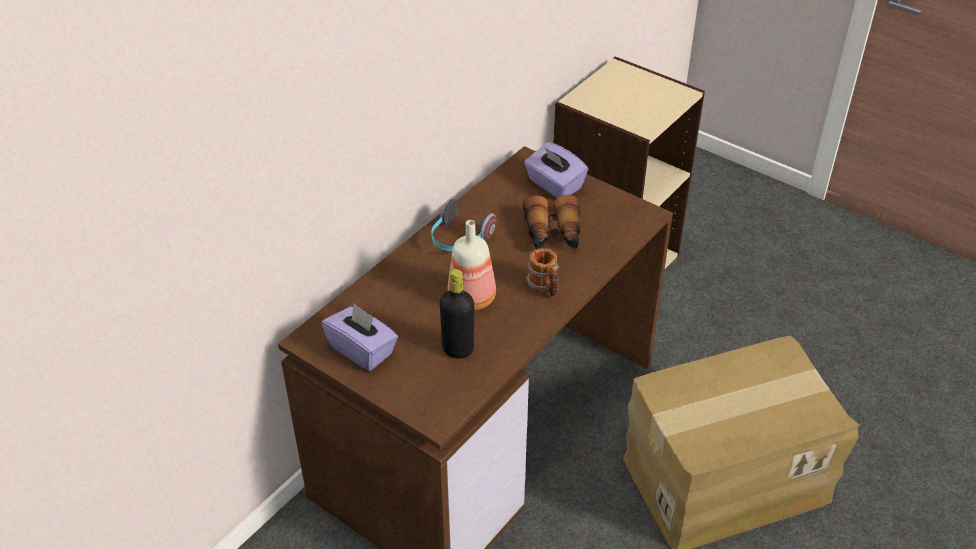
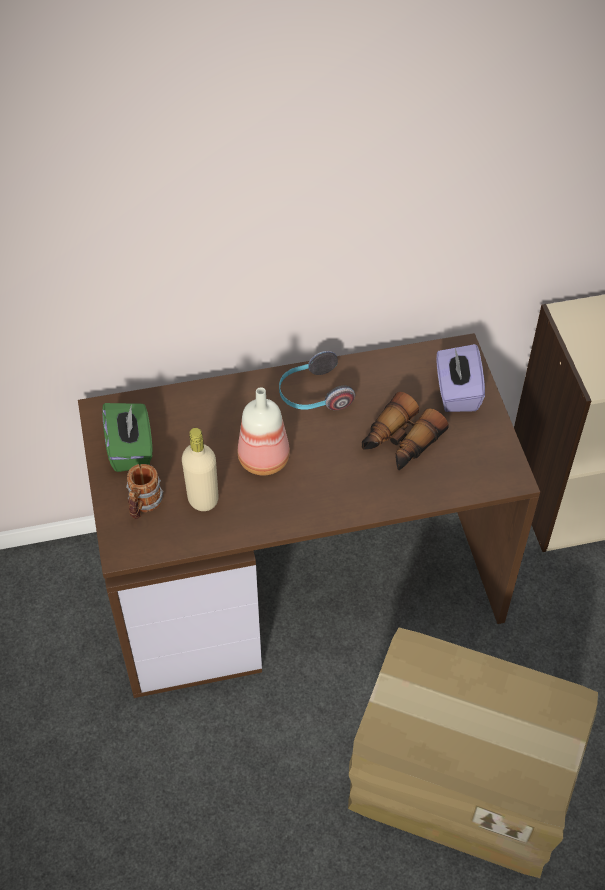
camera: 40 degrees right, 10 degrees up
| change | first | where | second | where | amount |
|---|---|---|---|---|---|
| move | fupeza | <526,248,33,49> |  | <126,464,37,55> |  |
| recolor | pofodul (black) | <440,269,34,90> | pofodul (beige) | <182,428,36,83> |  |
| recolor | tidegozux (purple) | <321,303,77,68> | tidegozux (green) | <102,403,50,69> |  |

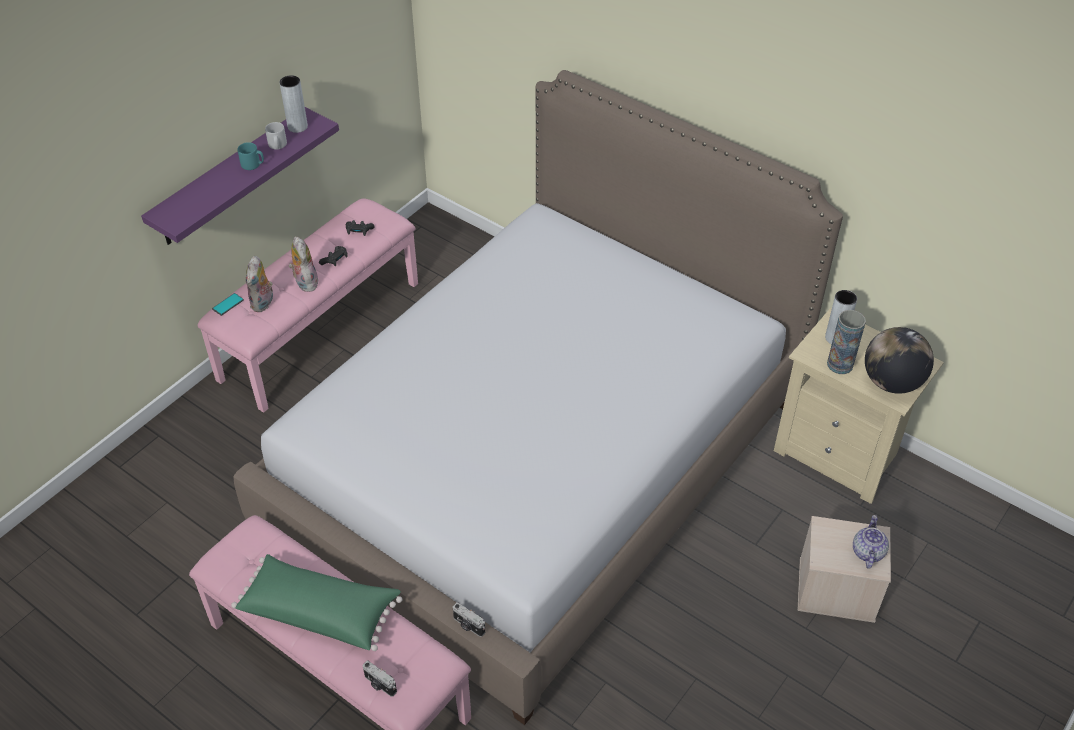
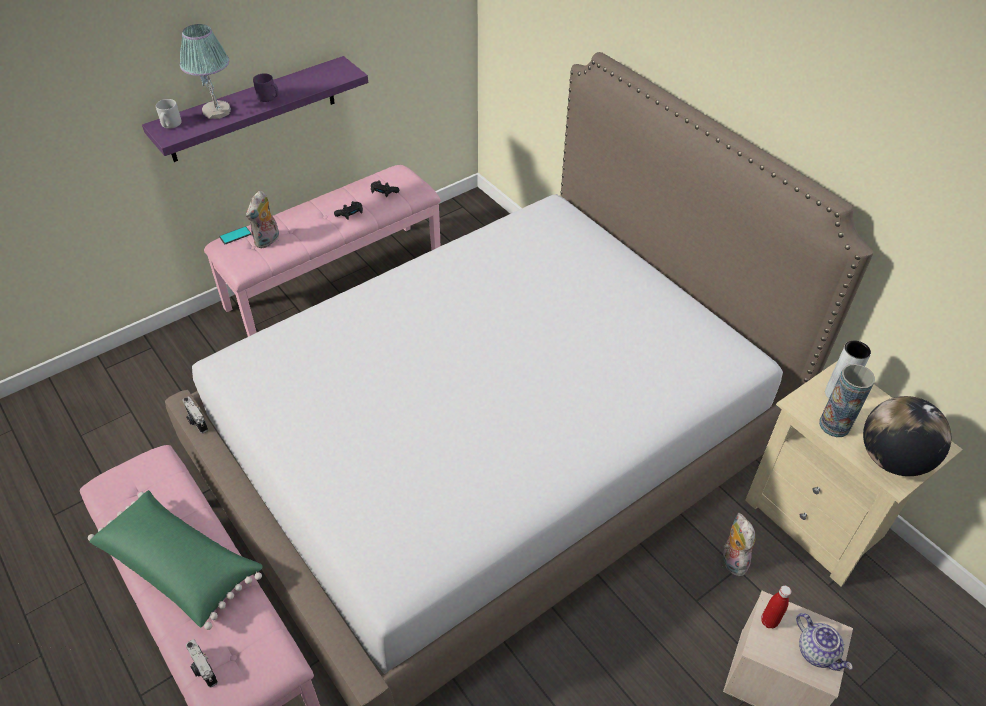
camera: 15 degrees right, 0 degrees up
| change | first | where | second | where | amount |
|---|---|---|---|---|---|
| delete | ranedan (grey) | <280,75,28,58> |  |  |  |
| move | fupeza (grey) | <265,122,22,27> |  | <156,99,26,29> |  |
| recolor | fupeza (turquoise) | <237,142,27,28> | fupeza (purple) | <253,73,26,29> |  |
| move | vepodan | <289,236,29,56> |  | <723,513,33,63> |  |
| rotate | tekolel | <853,515,36,54> |  | <796,613,57,58> | 120 degrees clockwise |
| move | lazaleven | <453,602,32,35> |  | <182,396,26,37> |  |
| insert |  |  | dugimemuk | <180,24,51,95> |  |
| insert |  |  | pofodul (red) | <761,586,30,43> |  |

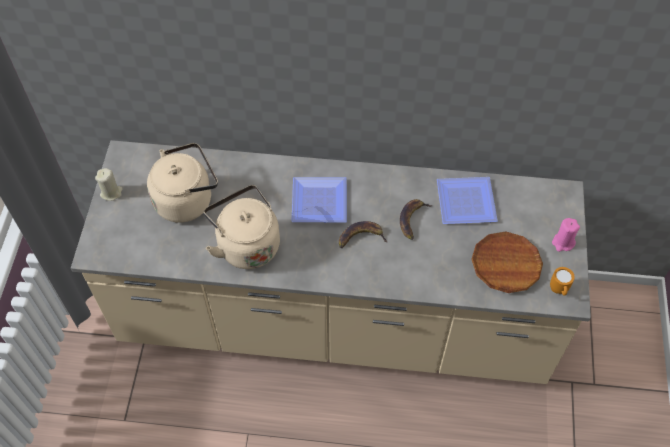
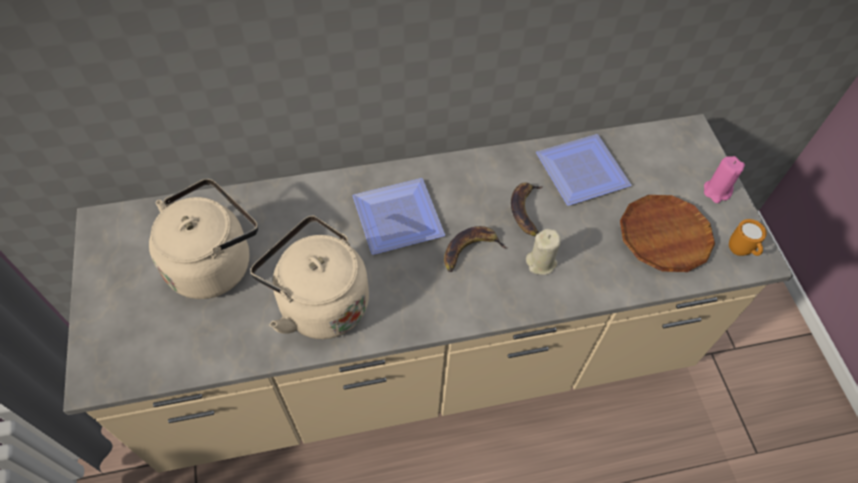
camera: 20 degrees left, 0 degrees up
| change | first | where | second | where | amount |
|---|---|---|---|---|---|
| move | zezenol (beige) | <95,168,28,33> |  | <526,229,35,46> |  |

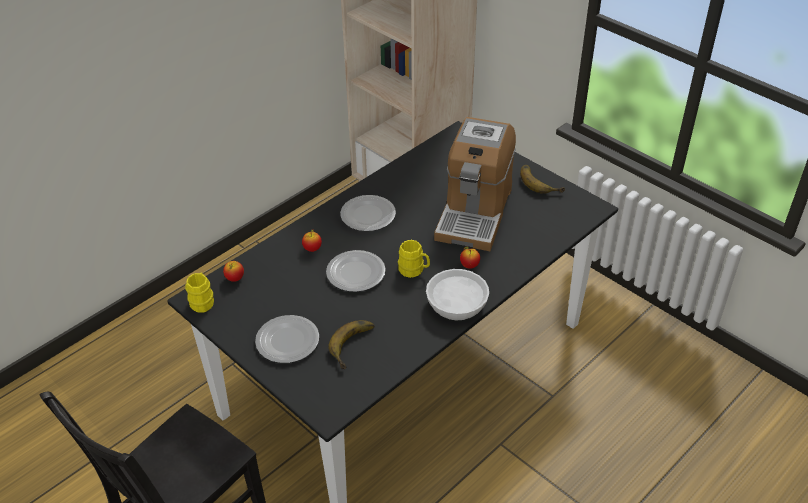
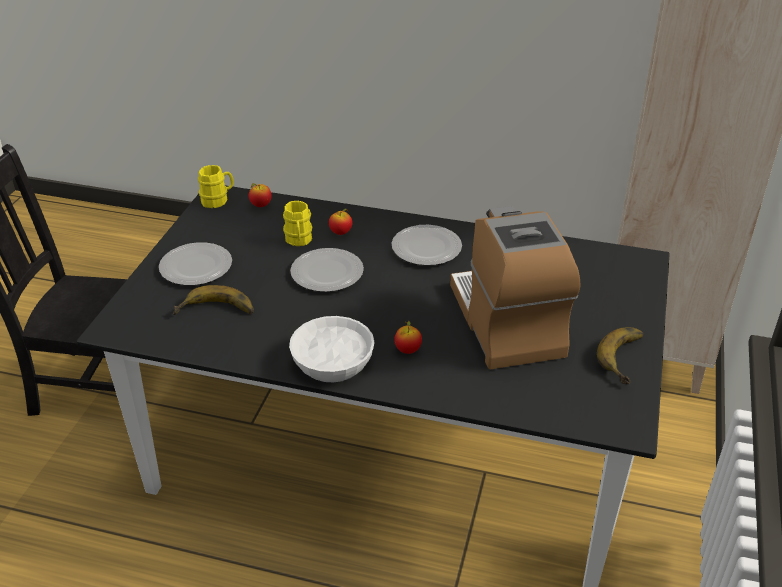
camera: 60 degrees right, 5 degrees down
| change | first | where | second | where | amount |
|---|---|---|---|---|---|
| rotate | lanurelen | <434,117,82,134> |  | <450,206,131,163> | 90 degrees clockwise |
| move | fupeza (yellow) | <398,240,32,38> |  | <283,201,29,45> |  |

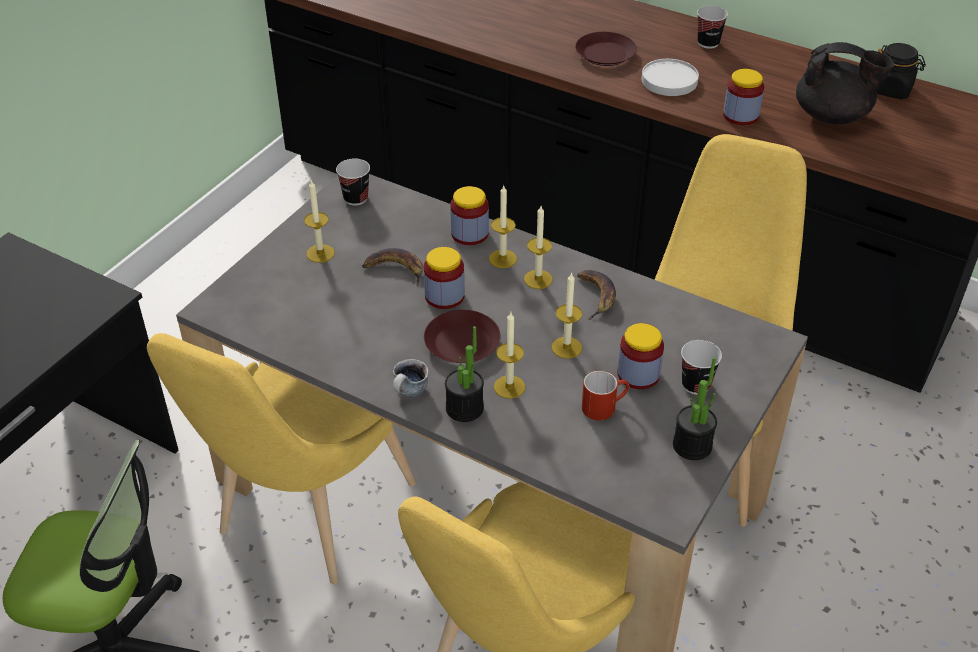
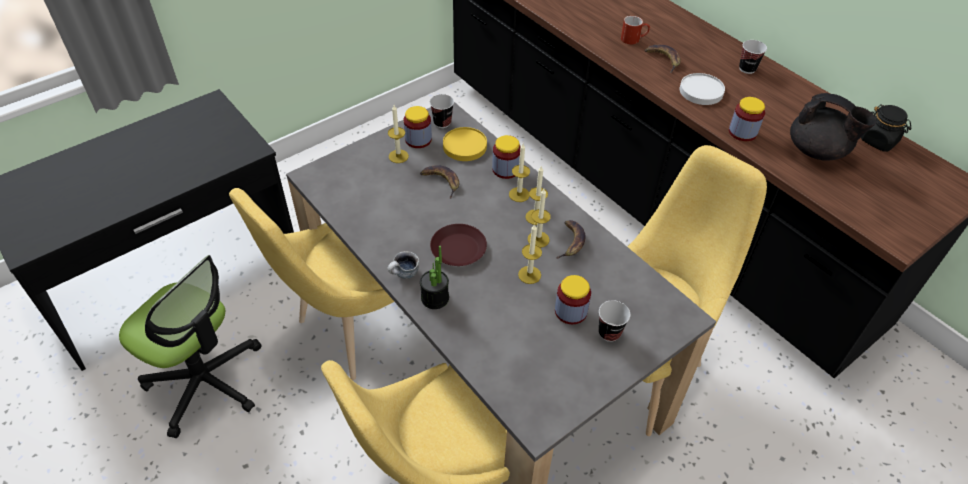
camera: 20 degrees right, 5 degrees up
| change | first | where | second | where | amount |
|---|---|---|---|---|---|
| replace | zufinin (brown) | <575,32,62,34> | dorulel | <645,45,36,28> |  |
| move | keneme | <424,247,41,62> |  | <404,106,28,42> |  |
| move | zezenol | <494,312,31,87> |  | <528,189,23,59> |  |
| delete | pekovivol | <673,357,44,103> |  |  |  |
| move | fupeza (red) | <582,371,48,49> |  | <621,16,29,28> |  |
| insert |  |  | zufinin (yellow) | <443,127,44,34> |  |

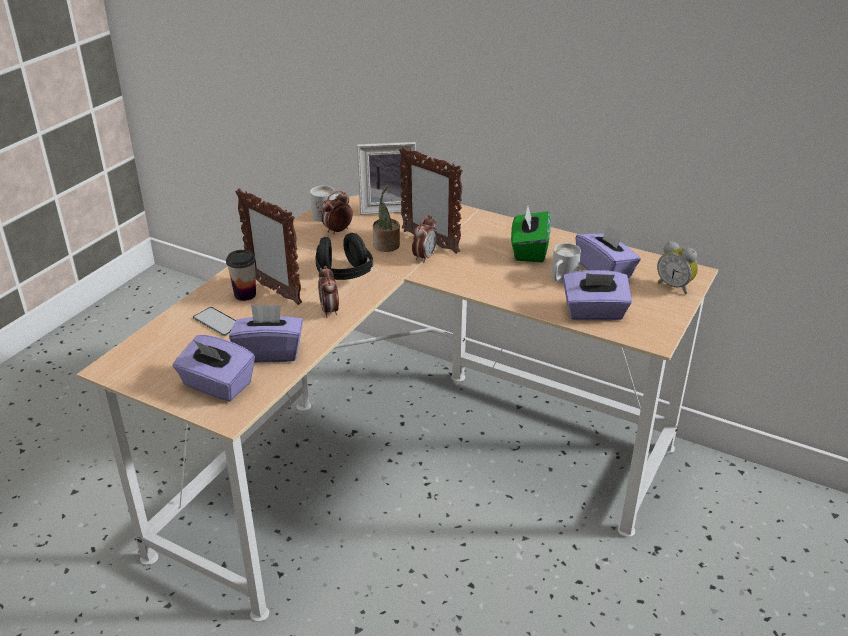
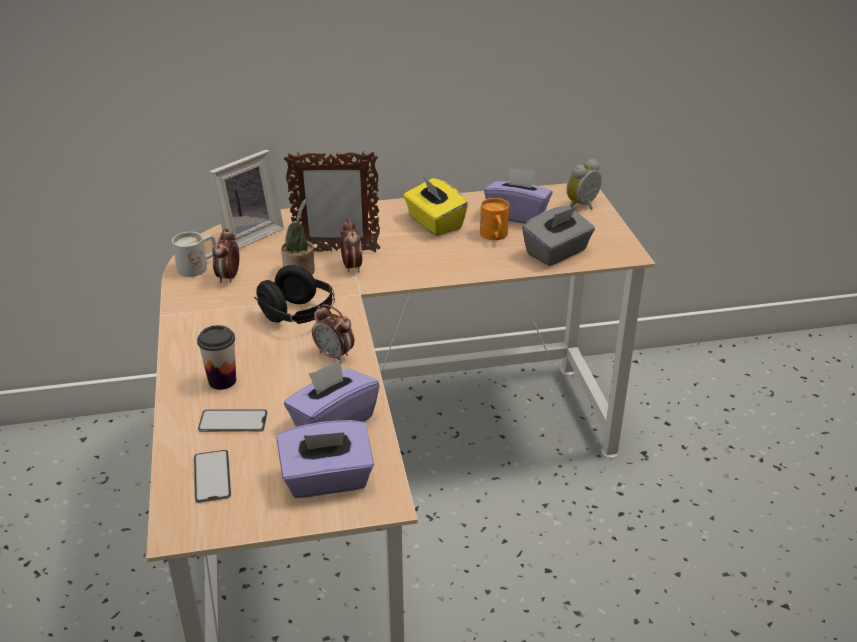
camera: 40 degrees left, 0 degrees up
| change | first | where | second | where | amount |
|---|---|---|---|---|---|
| delete | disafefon | <236,188,66,117> |  |  |  |
| recolor | tidegozux (green) | <511,206,40,56> | tidegozux (yellow) | <404,176,64,60> |  |
| rotate | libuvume | <657,241,41,53> |  | <567,159,35,51> | 135 degrees clockwise |
| recolor | fupeza (white) | <551,243,30,40> | fupeza (orange) | <480,198,29,42> |  |
| recolor | tidegozux (purple) | <563,270,69,50> | tidegozux (grey) | <522,206,73,60> |  |
| insert |  |  | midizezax | <194,450,37,53> |  |

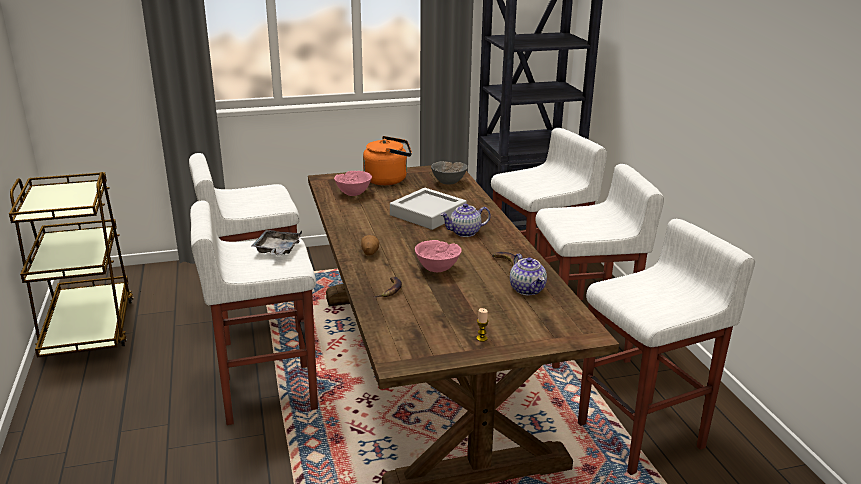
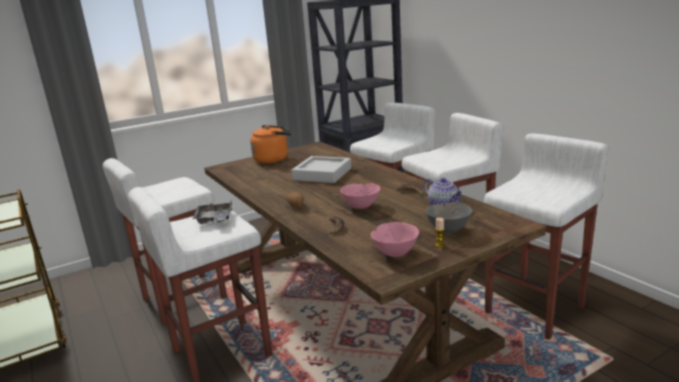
camera: 15 degrees left, 5 degrees down
| change | first | where | second | where | amount |
|---|---|---|---|---|---|
| move | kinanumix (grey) | <431,161,37,24> |  | <426,202,46,31> |  |
| move | kinanumix (pink) | <334,171,38,25> |  | <371,222,48,35> |  |
| delete | tekolel | <440,203,51,34> |  |  |  |

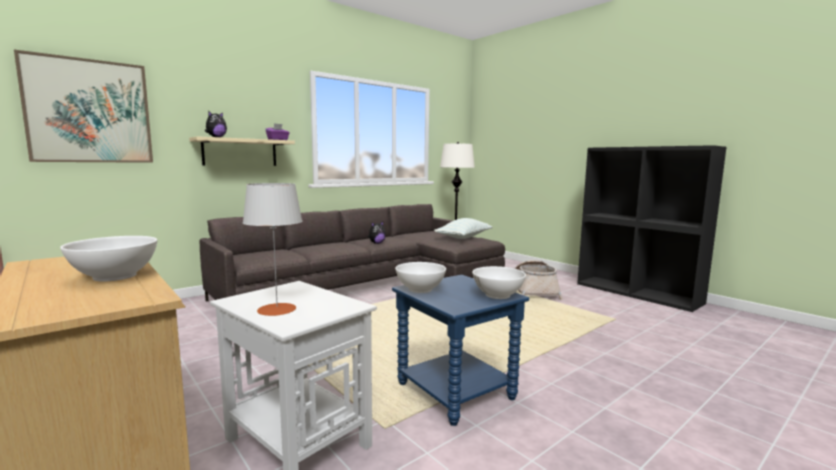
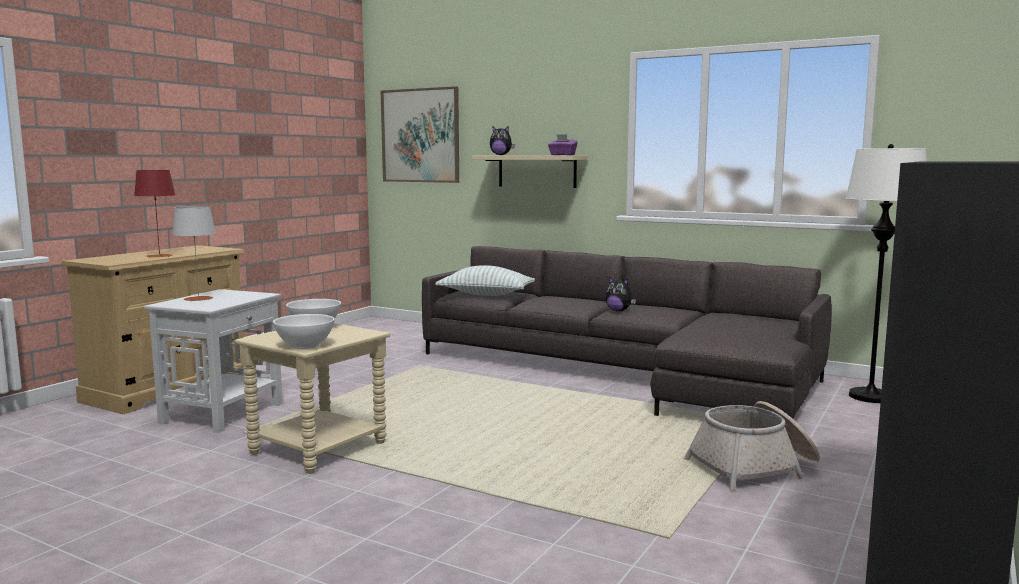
camera: 70 degrees right, 0 degrees up
| change | first | where | second | where | amount |
|---|---|---|---|---|---|
| move | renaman | <434,218,59,21> |  | <435,265,100,31> |  |
| replace | kinanumix (white) | <60,236,98,45> | dugimemuk (red) | <134,170,41,88> |  |
| recolor | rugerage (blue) | <392,275,137,151> | rugerage (beige) | <235,323,155,151> |  |

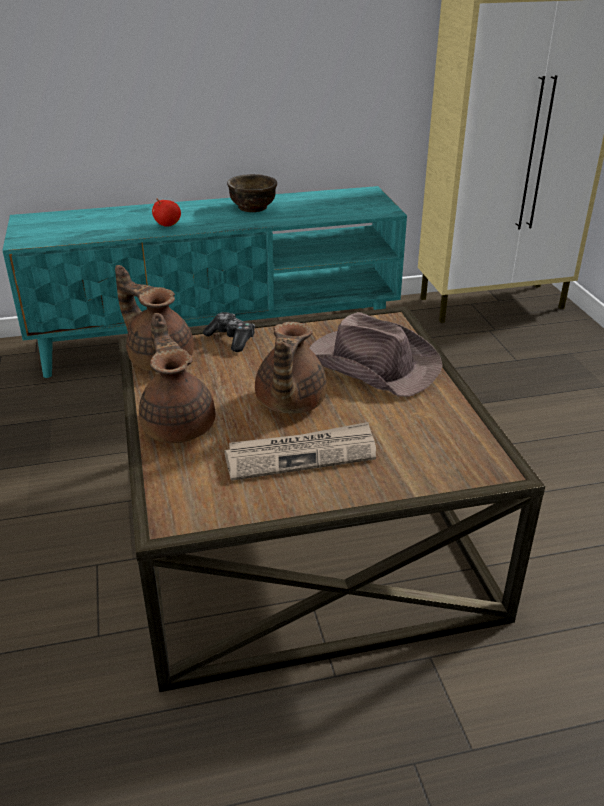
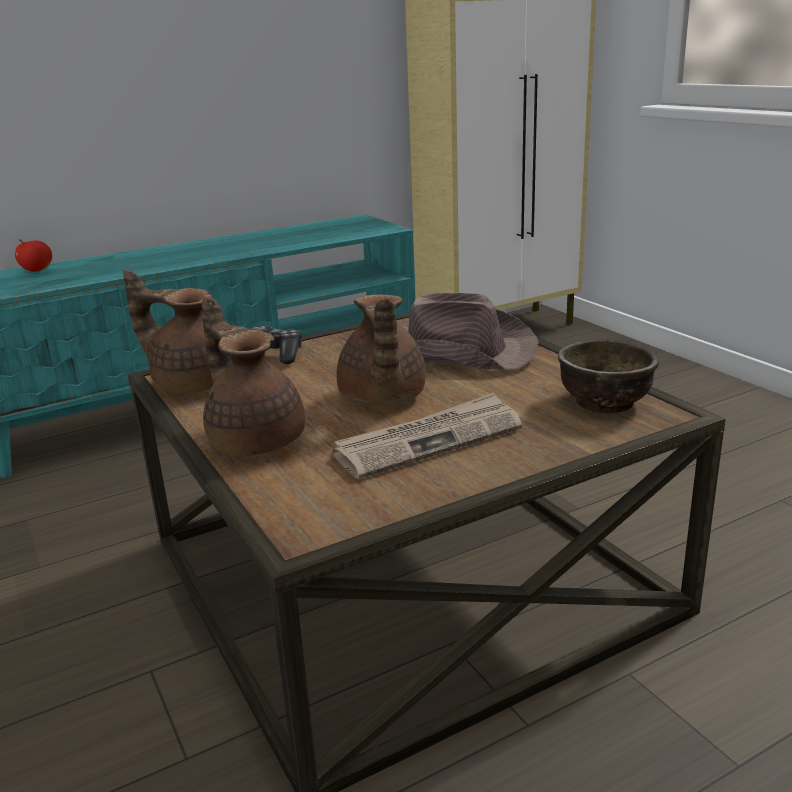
camera: 15 degrees left, 10 degrees down
| change | first | where | second | where | amount |
|---|---|---|---|---|---|
| move | kinanumix (brown) | <227,174,50,38> |  | <558,339,101,75> |  |
| move | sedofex | <152,199,29,28> |  | <15,239,37,33> |  |

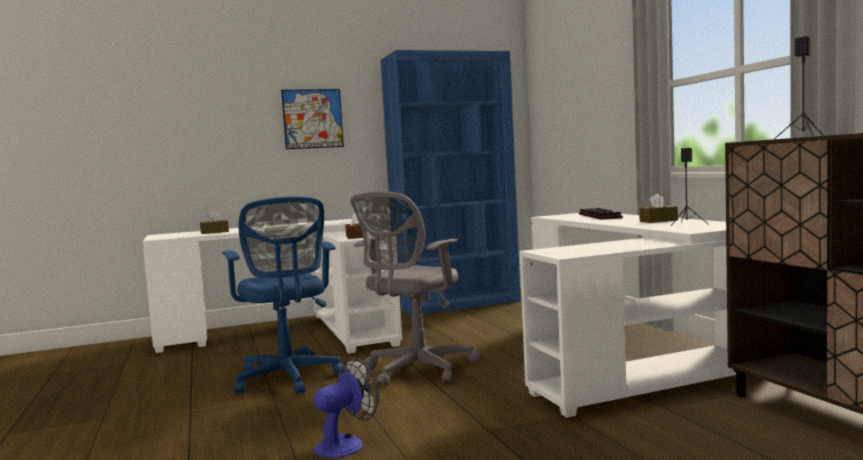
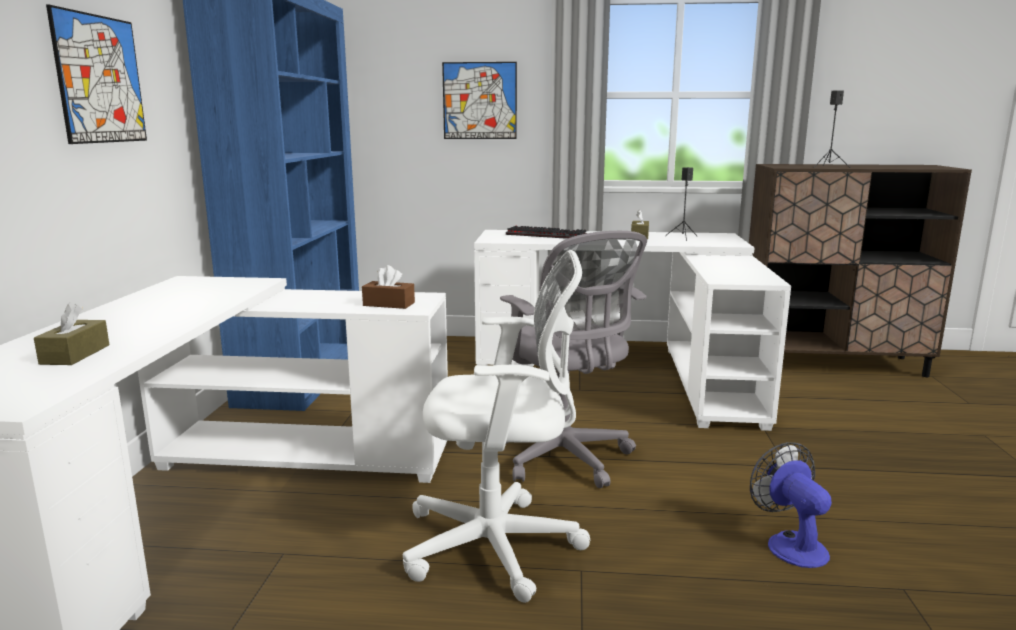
camera: 65 degrees left, 10 degrees up
| change | first | where | second | where | amount |
|---|---|---|---|---|---|
| recolor | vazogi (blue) | <222,196,123,199> | vazogi (white) | <403,250,187,353> |  |
| insert |  |  | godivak | <442,62,75,77> |  |

